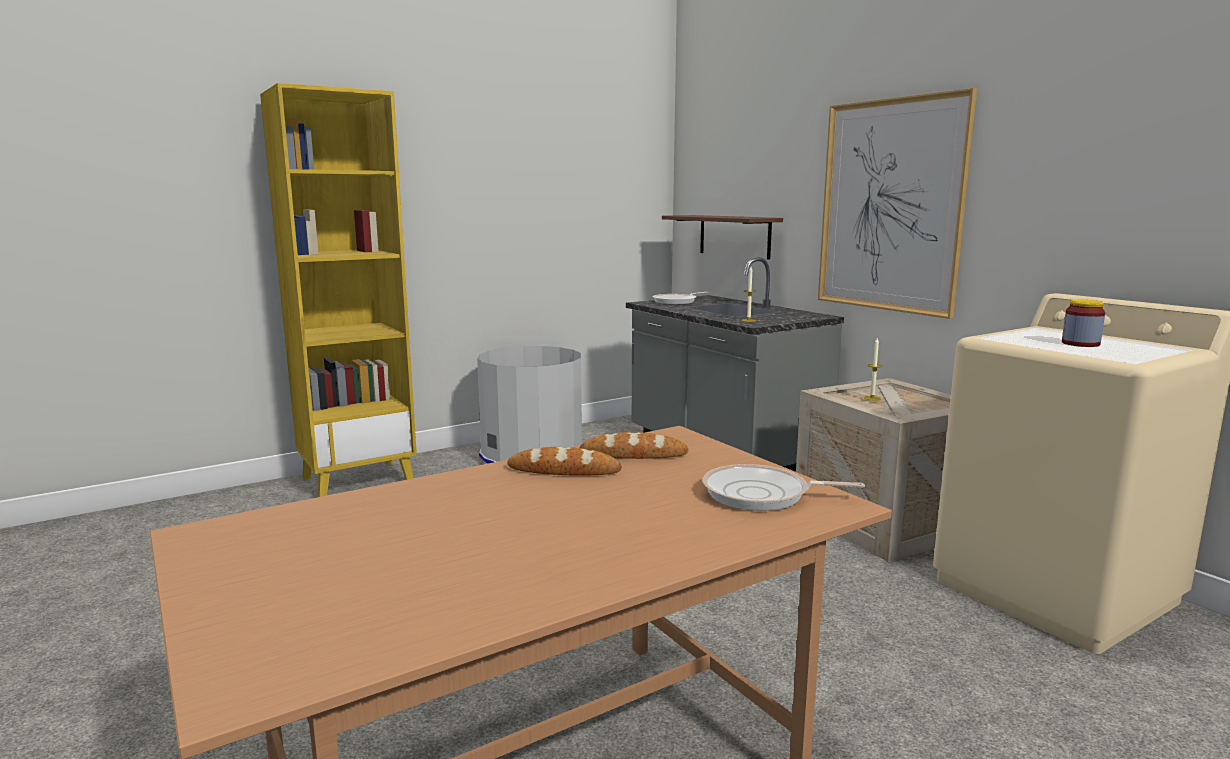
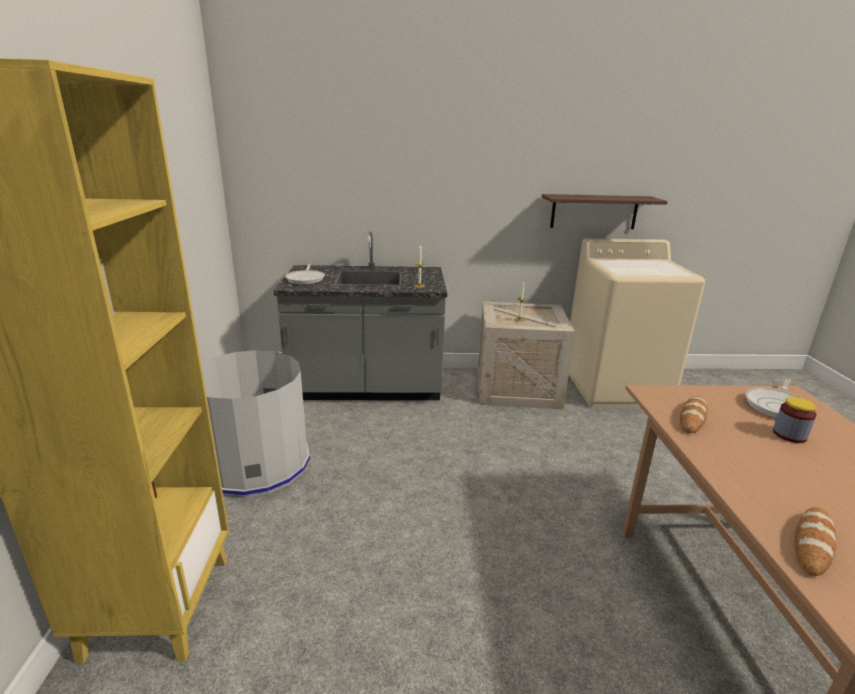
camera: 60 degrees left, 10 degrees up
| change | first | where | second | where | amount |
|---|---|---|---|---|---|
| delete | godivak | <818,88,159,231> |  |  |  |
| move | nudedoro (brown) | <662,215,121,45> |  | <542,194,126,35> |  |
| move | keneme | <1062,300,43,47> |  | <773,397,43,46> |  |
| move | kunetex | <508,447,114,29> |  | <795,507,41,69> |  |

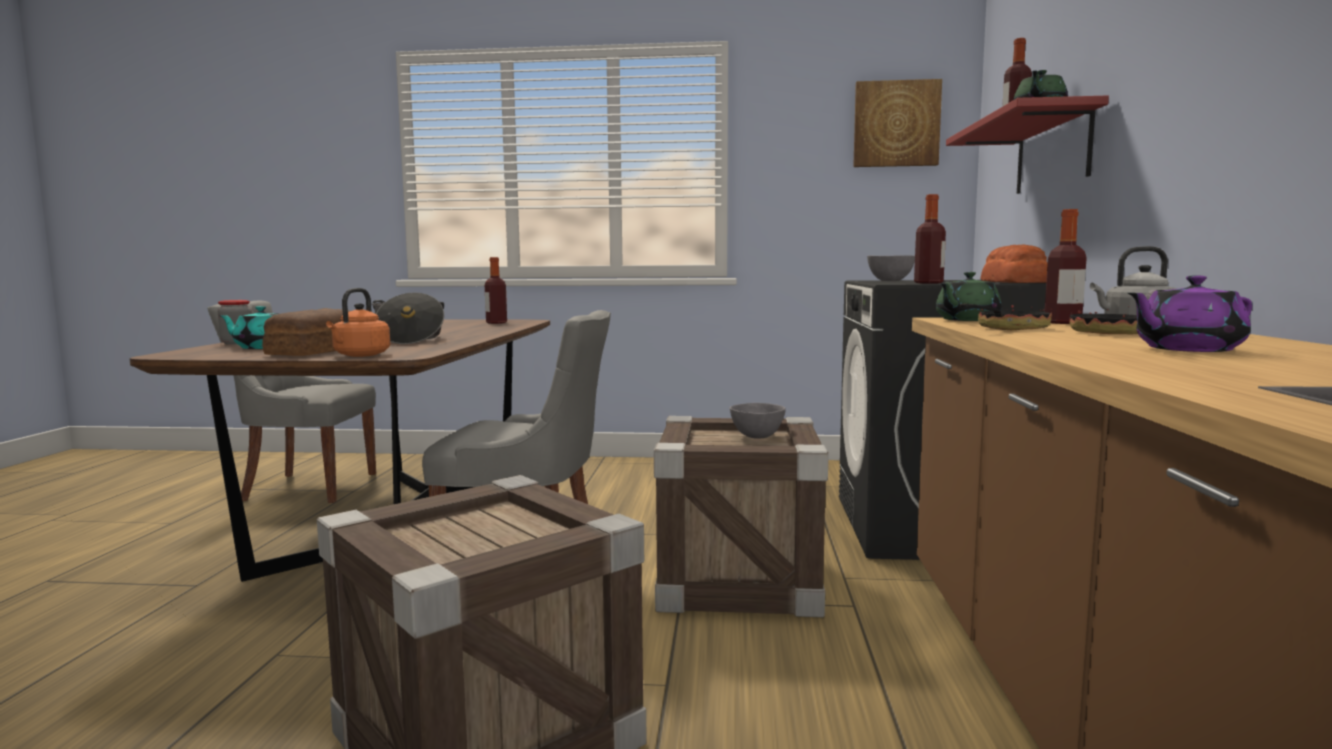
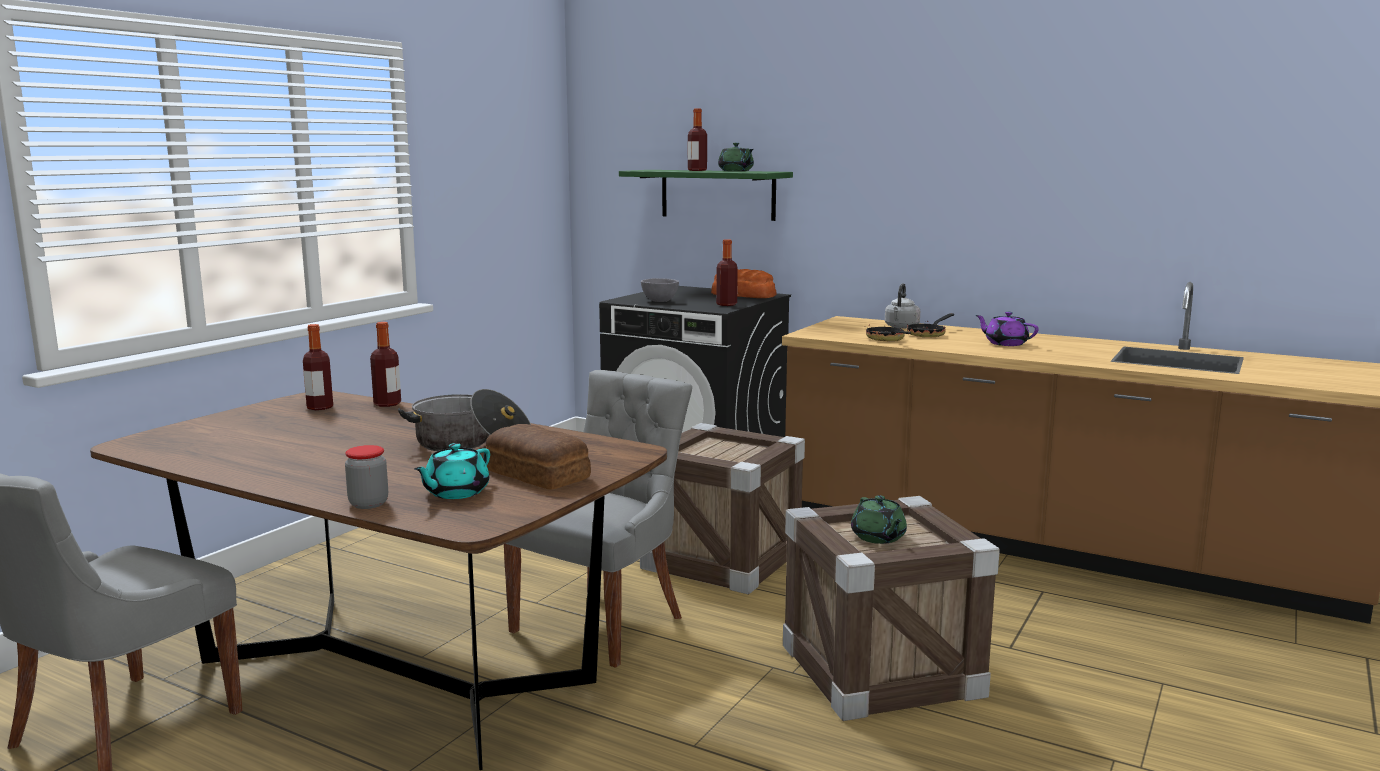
camera: 65 degrees left, 5 degrees up
| change | first | where | second | where | amount |
|---|---|---|---|---|---|
| delete | godivak | <853,79,89,88> |  |  |  |
| recolor | nudedoro (red) | <946,96,163,98> | nudedoro (green) | <619,170,174,51> |  |
| move | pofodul | <1045,209,42,115> |  | <370,322,31,85> |  |
| move | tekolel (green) | <936,272,66,49> |  | <851,495,56,49> |  |
| rotate | tekolel (purple) | <1128,275,124,77> |  | <976,312,63,34> | 120 degrees clockwise |
| delete | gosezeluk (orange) | <326,288,64,69> |  |  |  |
| delete | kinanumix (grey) | <730,403,56,35> |  |  |  |

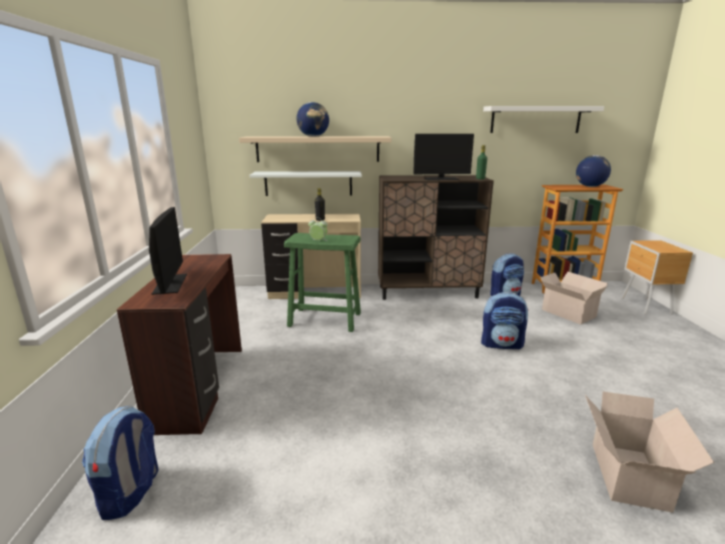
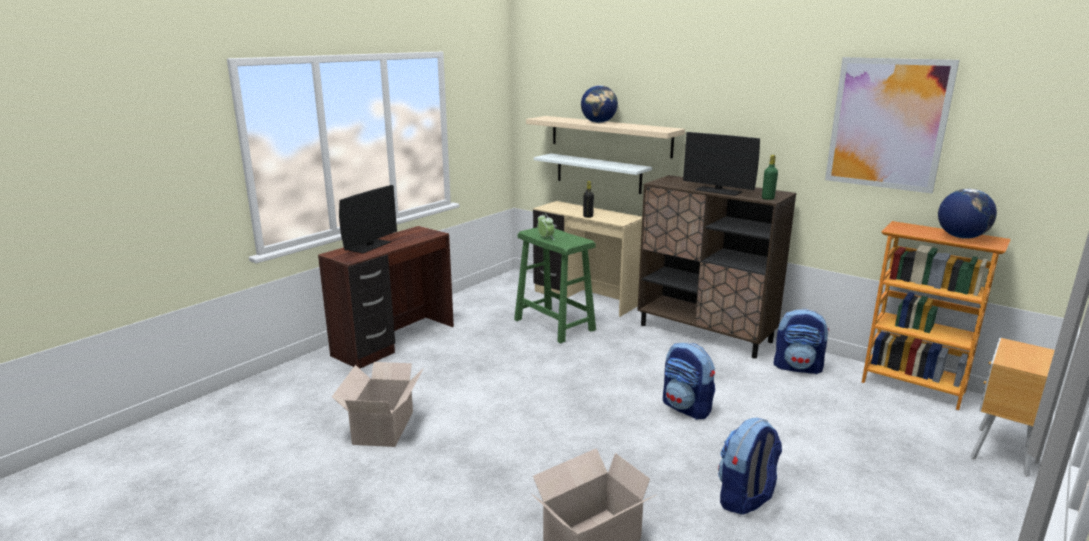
camera: 40 degrees right, 0 degrees up
| change | first | where | second | where | amount |
|---|---|---|---|---|---|
| replace | nudedoro (white) | <483,106,121,27> | godivak | <825,57,134,136> |  |
| move | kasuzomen | <540,272,68,53> |  | <332,362,92,85> |  |
| move | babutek | <82,405,76,115> |  | <718,418,64,97> |  |

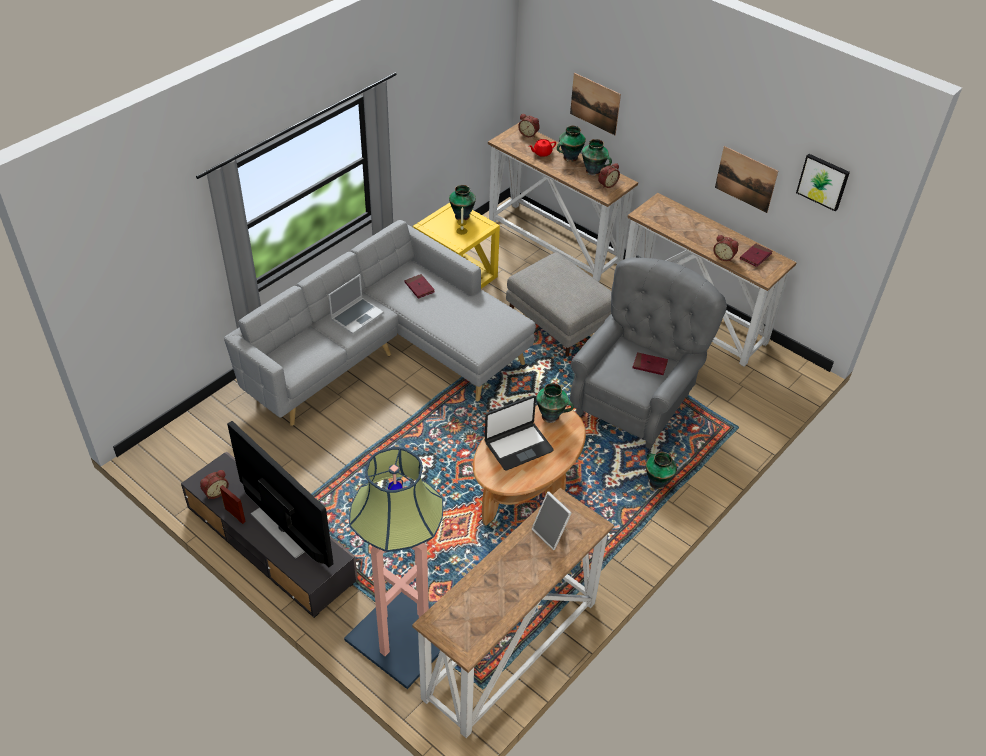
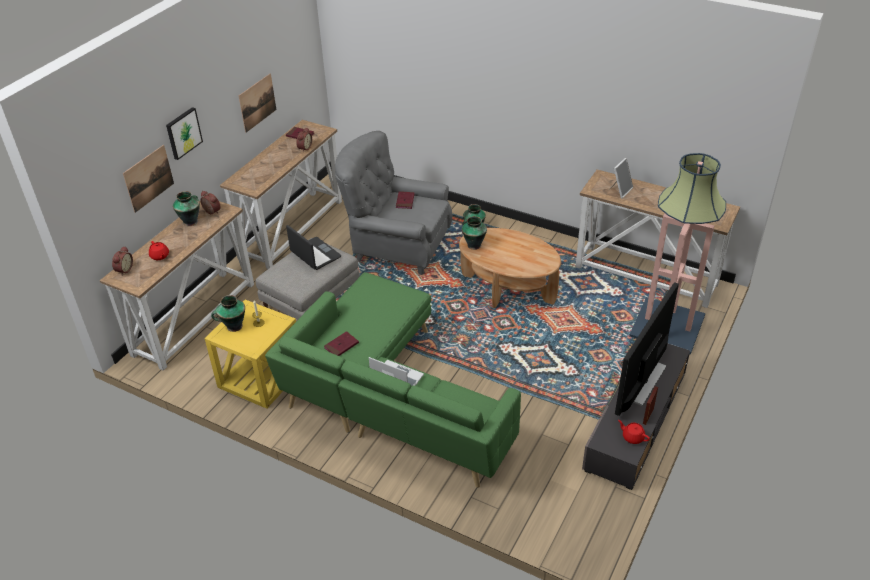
camera: 100 degrees left, 5 degrees down
| change | first | where | second | where | amount |
|---|---|---|---|---|---|
| delete | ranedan | <557,125,29,37> |  |  |  |
| move | godivak | <796,154,54,58> |  | <166,107,37,53> |  |
| recolor | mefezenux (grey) | <224,220,312,206> | mefezenux (green) | <265,272,256,216> |  |
| move | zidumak | <485,395,68,76> |  | <286,225,55,45> |  |
| replace | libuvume | <200,470,29,29> | tekolel (red) | <618,420,32,24> |  |

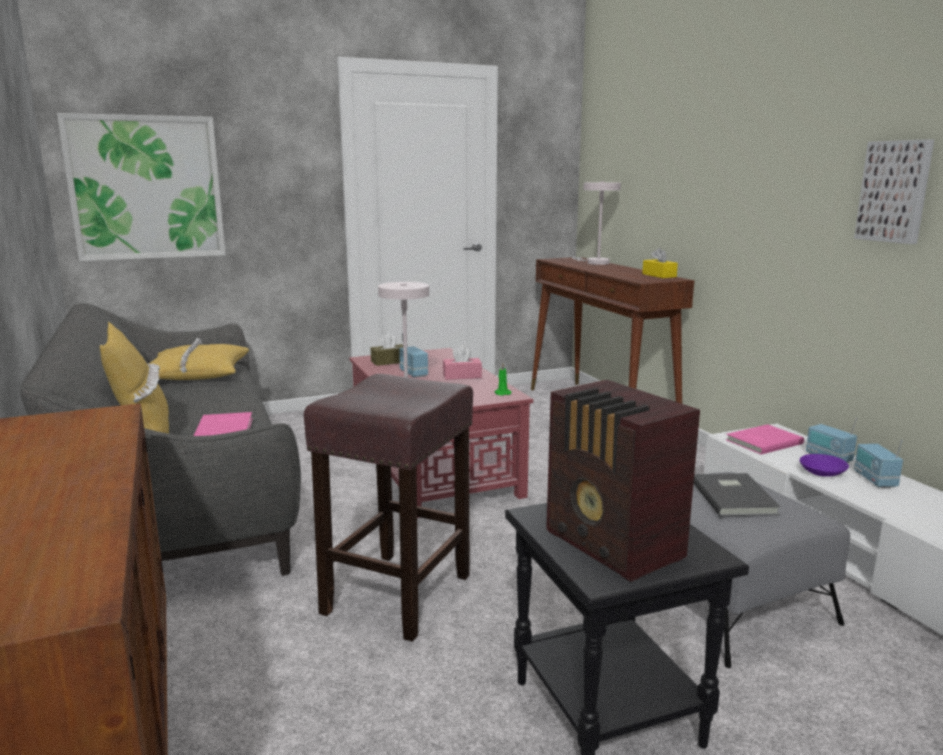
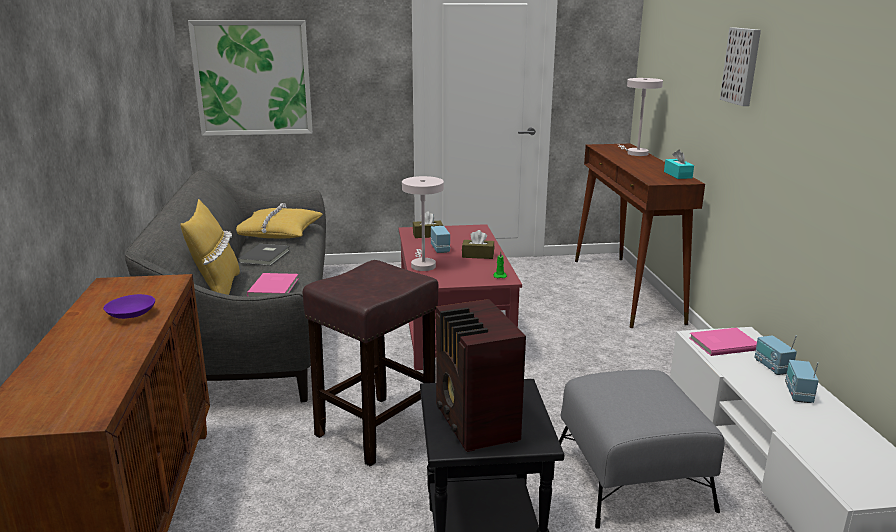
camera: 15 degrees right, 5 degrees up
| change | first | where | second | where | amount |
|---|---|---|---|---|---|
| move | godivak | <854,139,80,105> |  | <720,28,41,78> |  |
| recolor | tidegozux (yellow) | <642,248,36,30> | tidegozux (turquoise) | <664,150,30,29> |  |
| recolor | tidegozux (pink) | <443,346,39,34> | tidegozux (brown) | <462,230,32,29> |  |
| move | kinanumix (purple) | <800,454,49,23> |  | <103,294,52,25> |  |
| move | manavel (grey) | <693,473,88,43> |  | <238,244,52,22> |  |

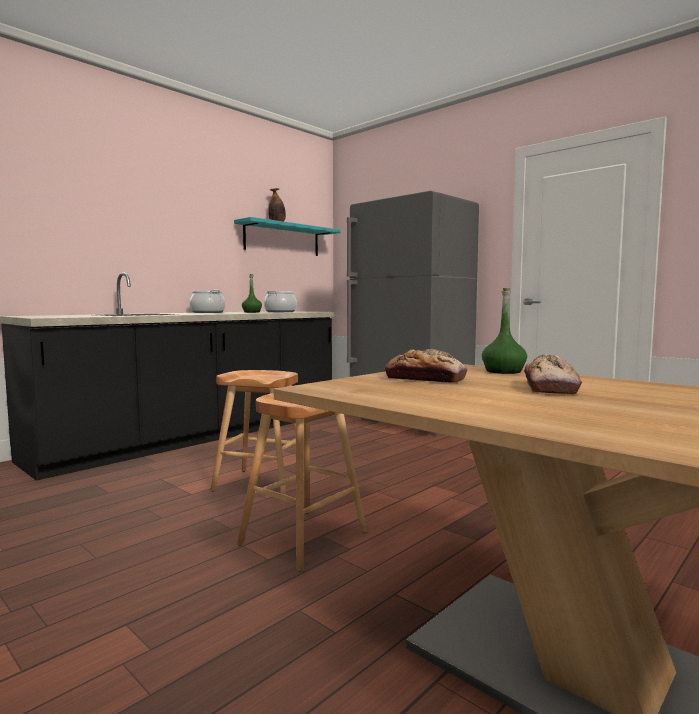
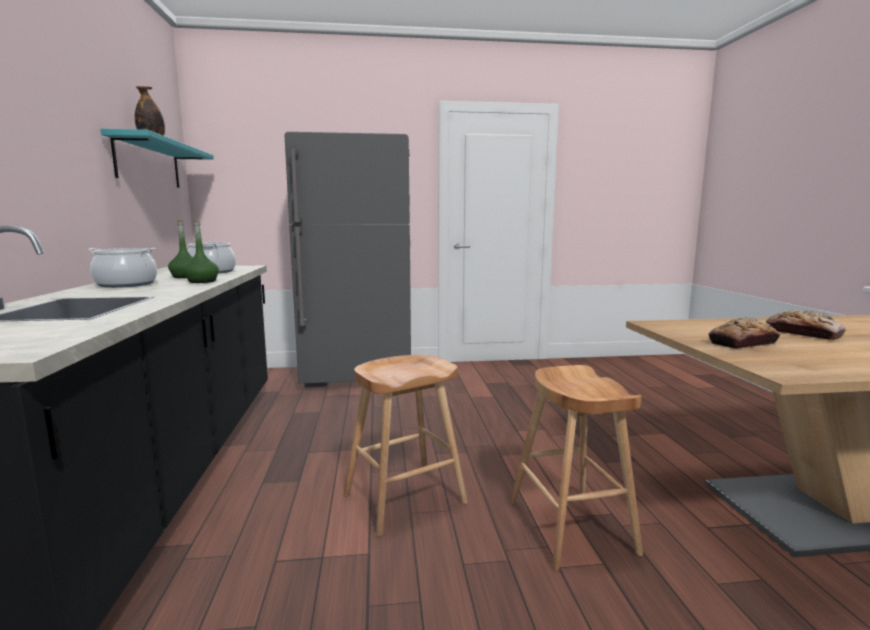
camera: 50 degrees left, 5 degrees up
| change | first | where | second | where | amount |
|---|---|---|---|---|---|
| move | pofodul (green) | <482,288,45,86> |  | <184,220,35,63> |  |

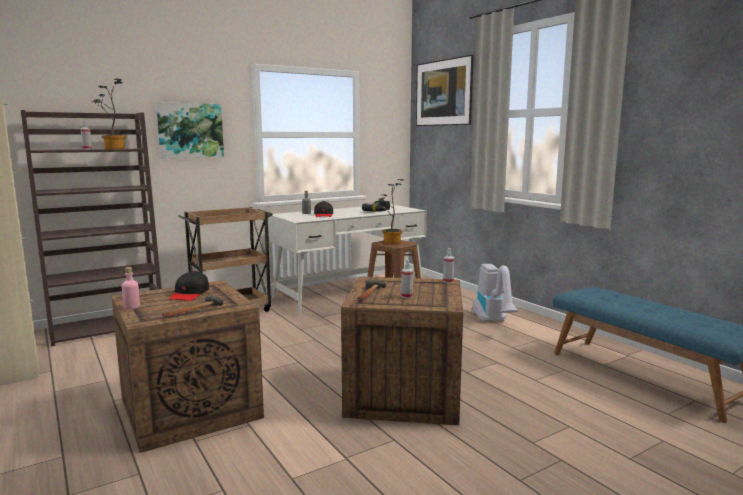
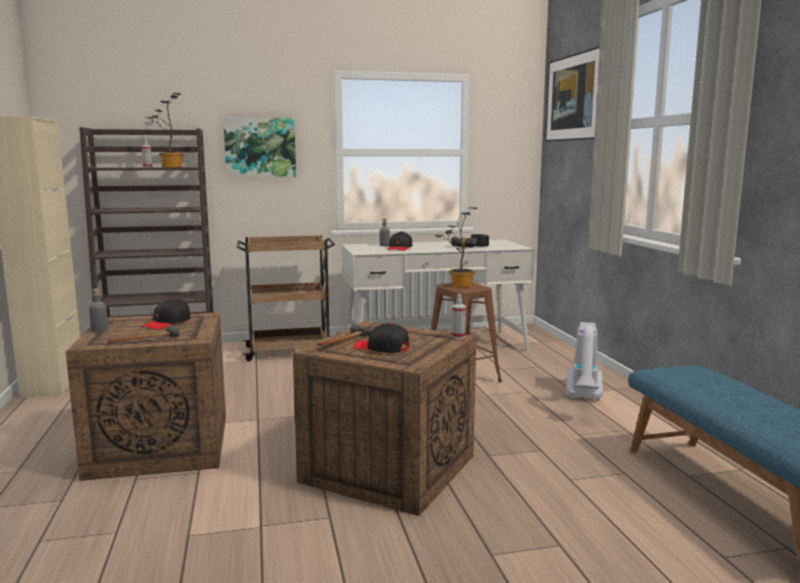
camera: 20 degrees right, 0 degrees up
| change | first | where | second | where | amount |
|---|---|---|---|---|---|
| replace | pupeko | <401,259,12,39> | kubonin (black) | <353,323,56,30> |  |
| recolor | pofodul (pink) | <122,267,18,42> | pofodul (grey) | <89,288,19,44> |  |

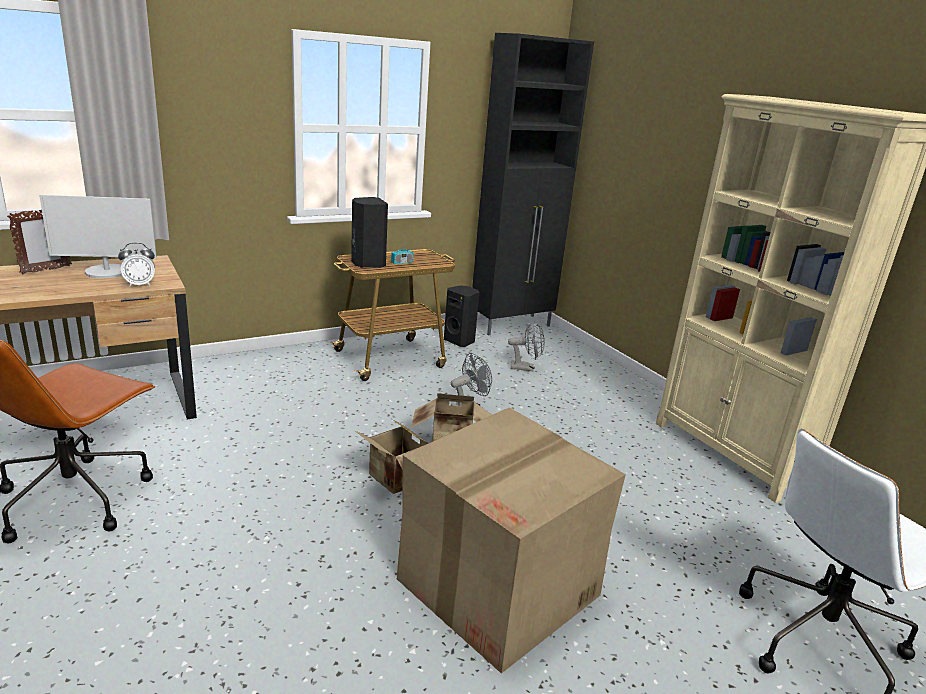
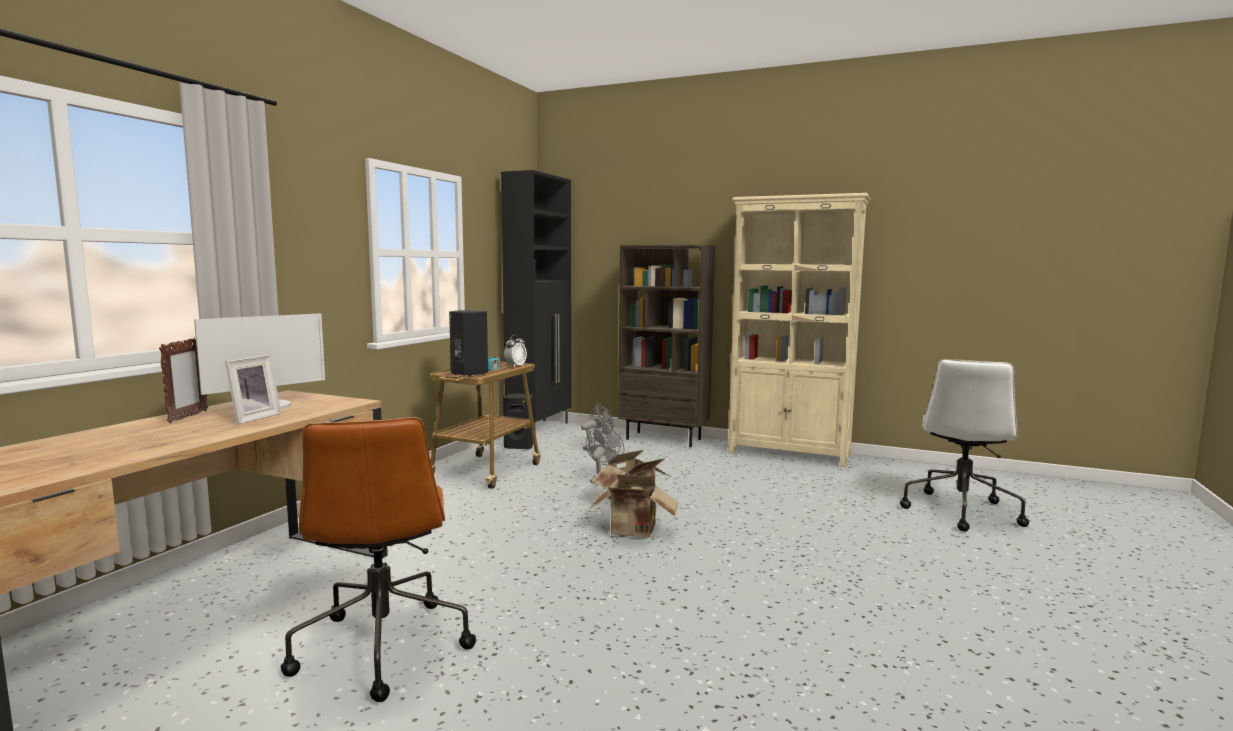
camera: 35 degrees left, 15 degrees down
| change | first | where | second | where | amount |
|---|---|---|---|---|---|
| move | libuvume | <118,243,37,44> |  | <504,334,23,34> |  |
| delete | kasuzomen | <397,407,229,267> |  |  |  |
| insert |  |  | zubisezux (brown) | <618,245,97,202> |  |
| insert |  |  | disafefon | <225,355,56,69> |  |

